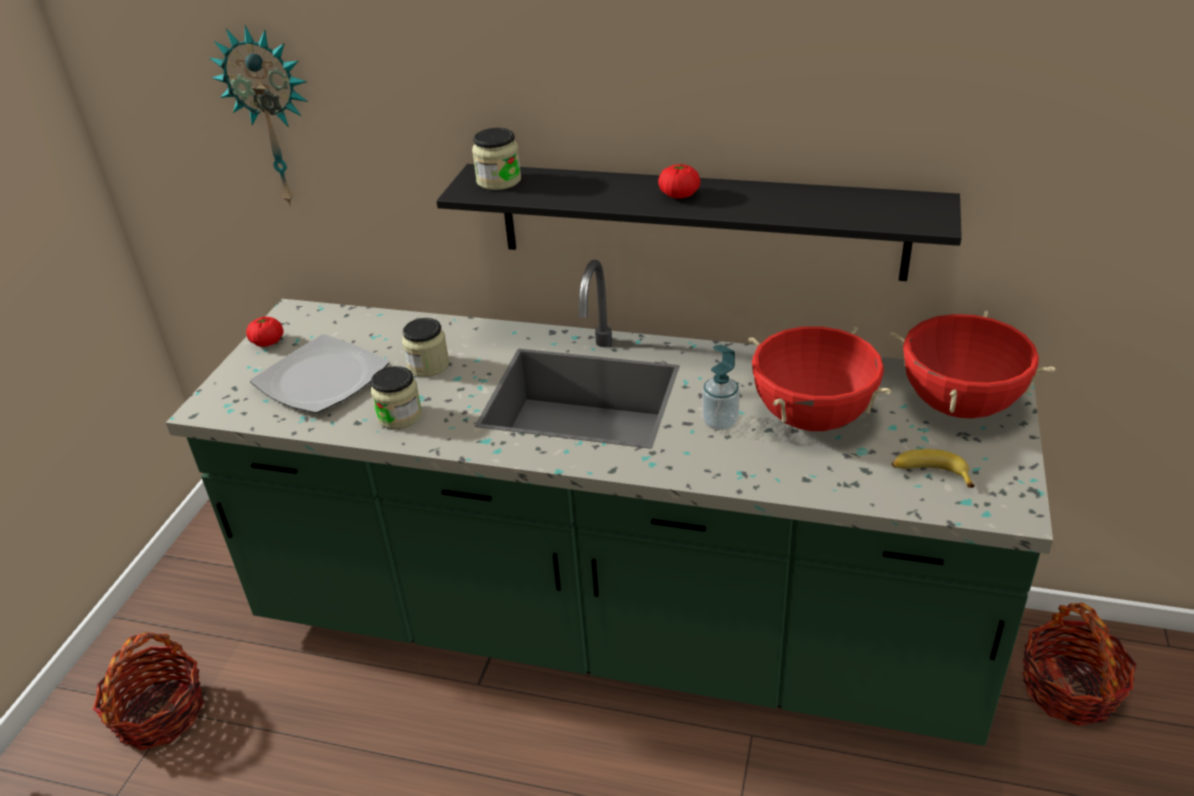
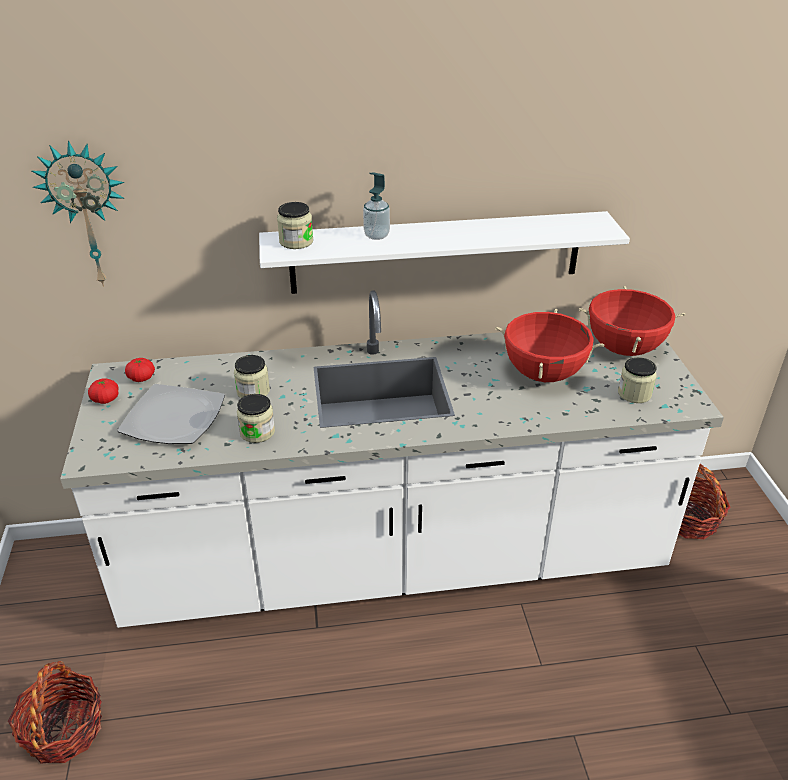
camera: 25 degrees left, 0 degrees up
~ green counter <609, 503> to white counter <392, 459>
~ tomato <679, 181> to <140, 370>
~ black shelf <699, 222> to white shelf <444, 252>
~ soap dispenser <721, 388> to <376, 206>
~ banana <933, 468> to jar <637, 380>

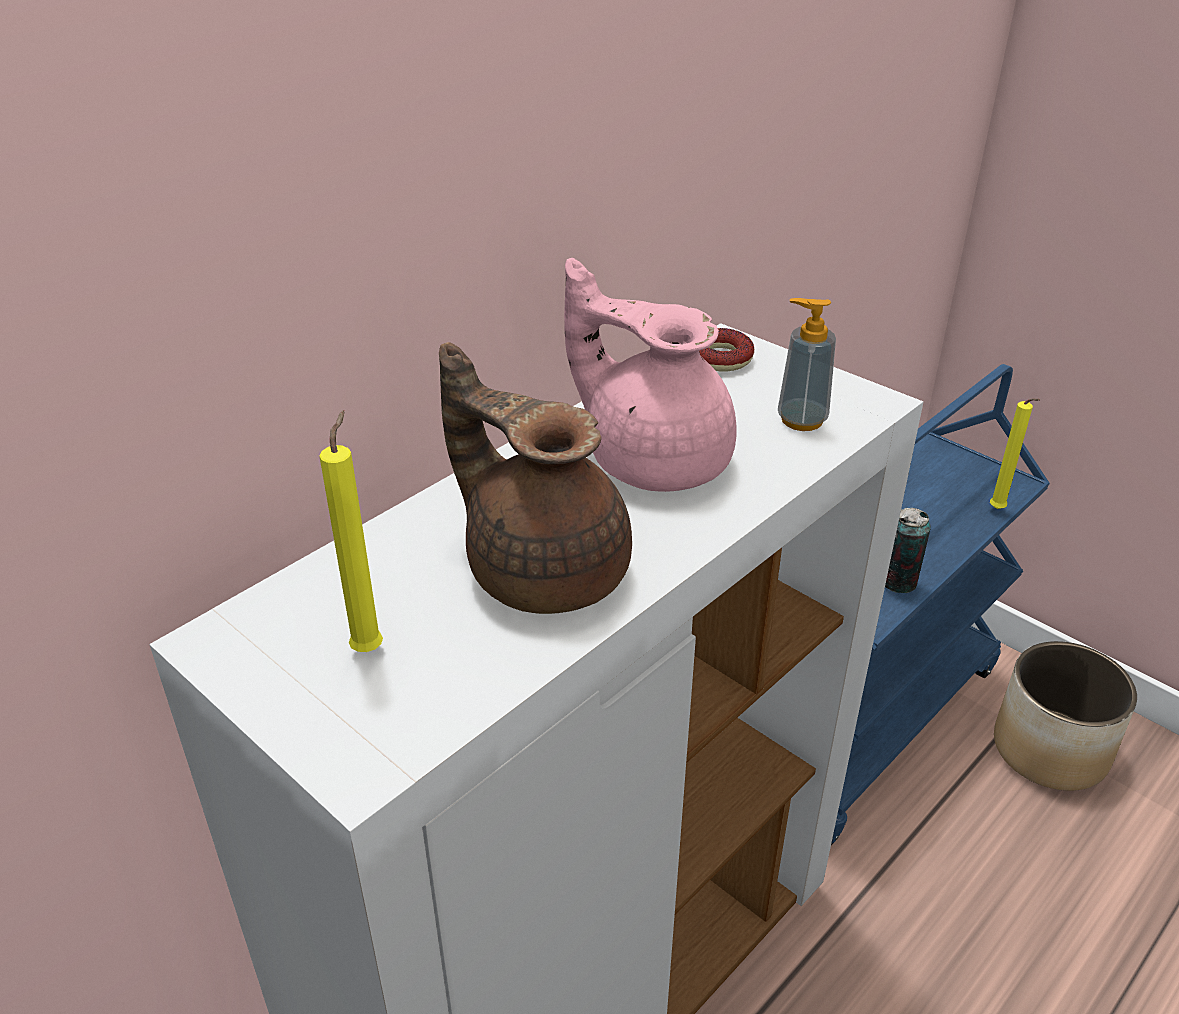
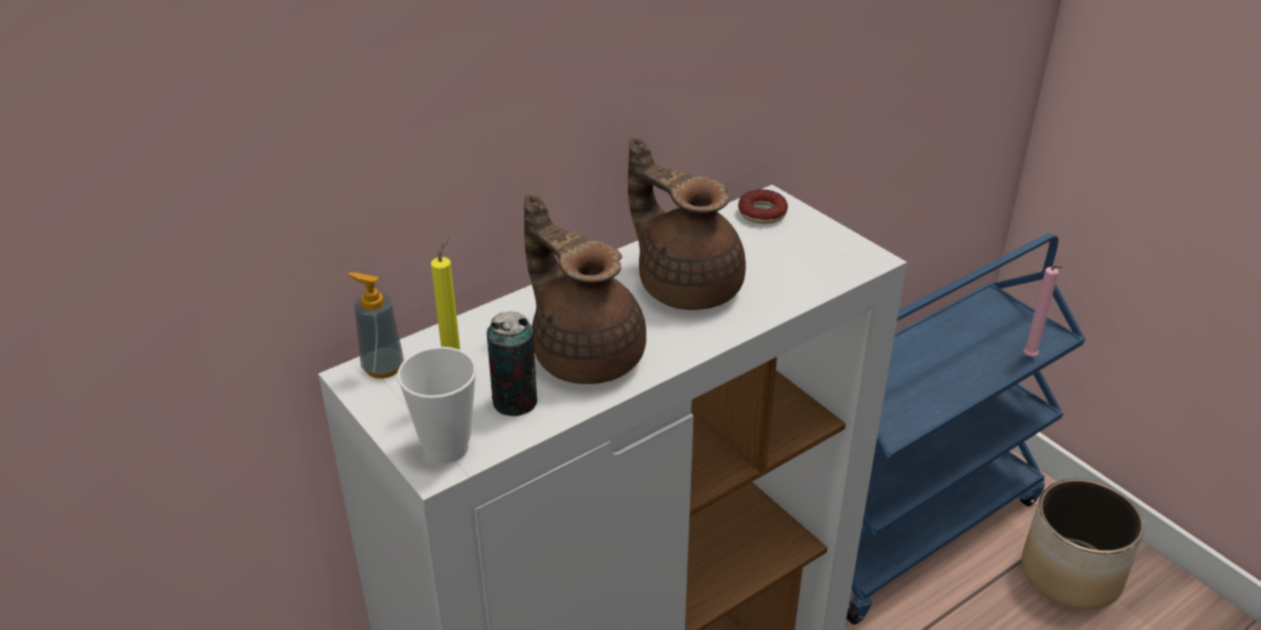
camera: 10 degrees right, 0 degrees up
~ soap dispenser <807, 364> to <375, 325>
+ cup <436, 405>
~ can <908, 550> to <512, 363>
~ pink teapot <650, 375> to brown teapot <687, 223>
~ yellow candle <1015, 453> to pink candle <1043, 311>

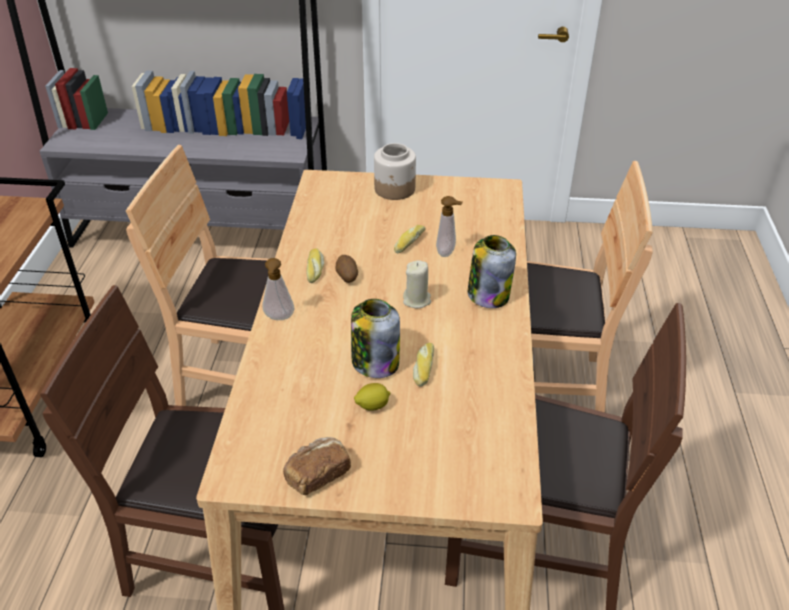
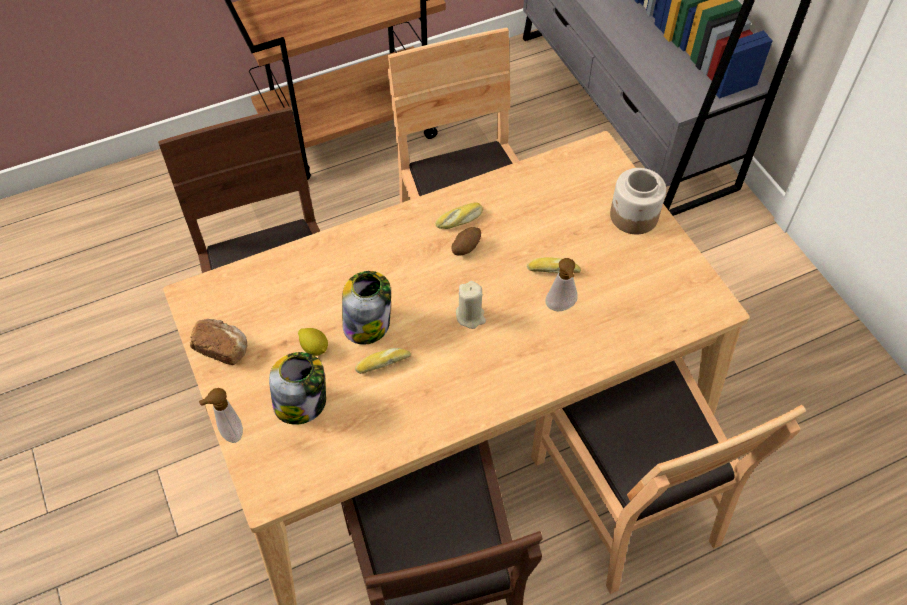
camera: 60 degrees right, 15 degrees up
~ soap dispenser <278, 289> to <221, 415>
~ jar <492, 271> to <297, 388>

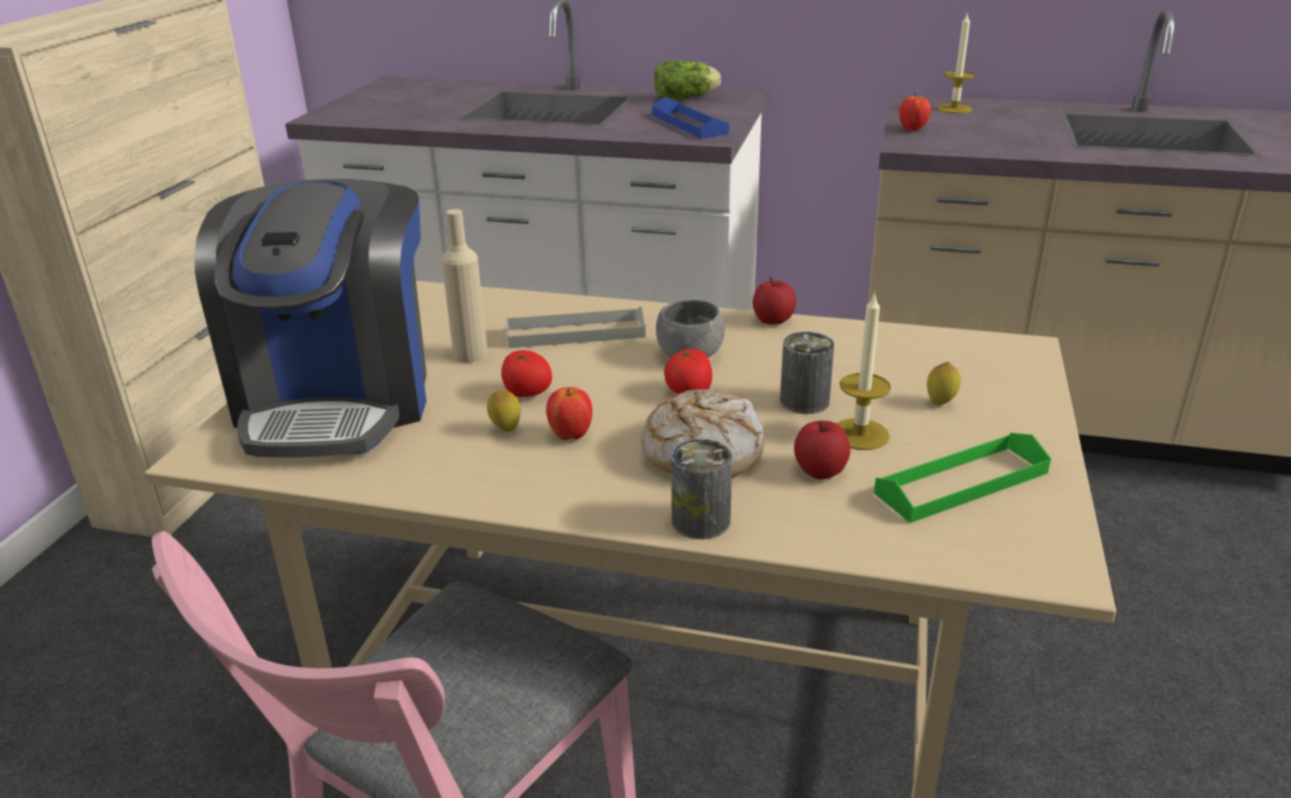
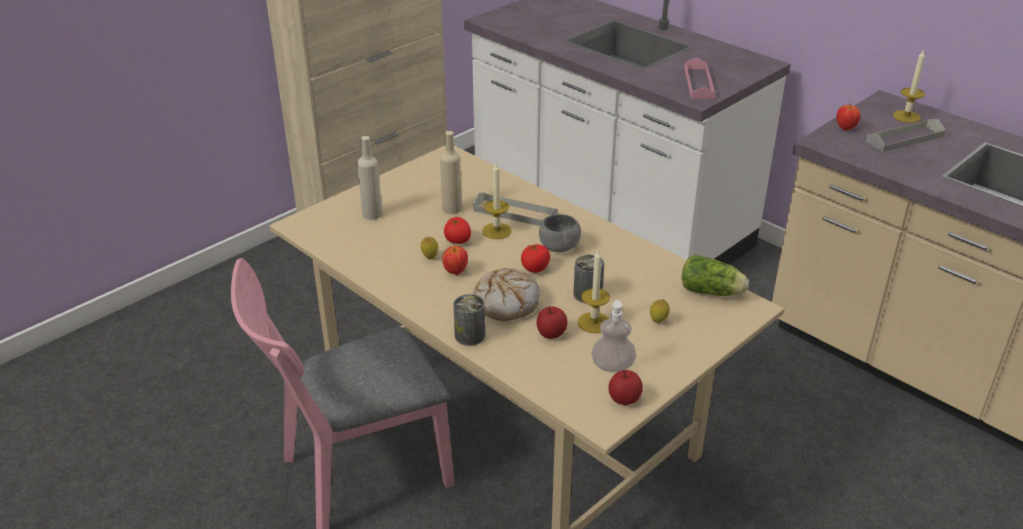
camera: 30 degrees right, 5 degrees up
~ coffee machine <310, 318> to beige bottle <369, 178>
+ candle <496, 201>
~ green tray <962, 478> to soap dispenser <613, 336>
~ apple <774, 300> to <625, 387>
~ lettuce <687, 80> to <715, 275>
~ blue tray <690, 118> to pink tray <700, 78>
+ grey tray <906, 135>

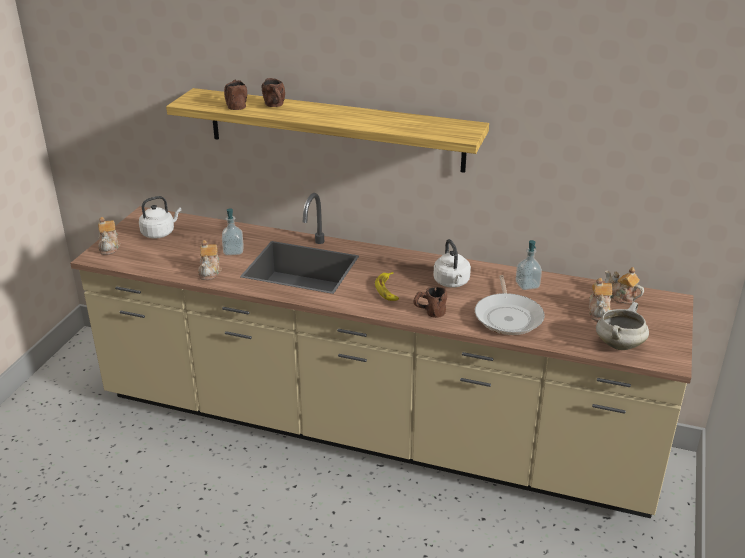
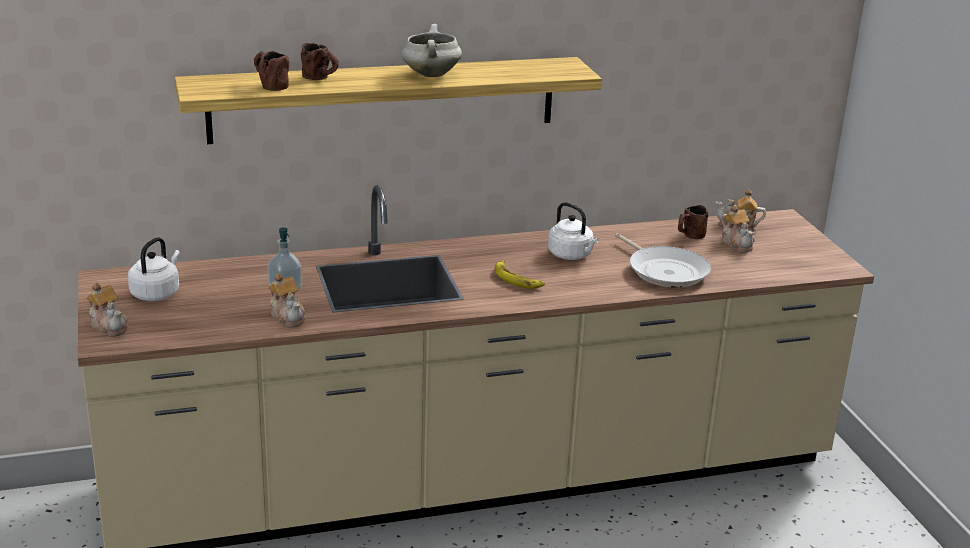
camera: 35 degrees left, 5 degrees down
~ white cooking pot <622, 326> to <431, 50>
~ brown mug <430, 302> to <693, 222>
- soap dispenser <528, 265>

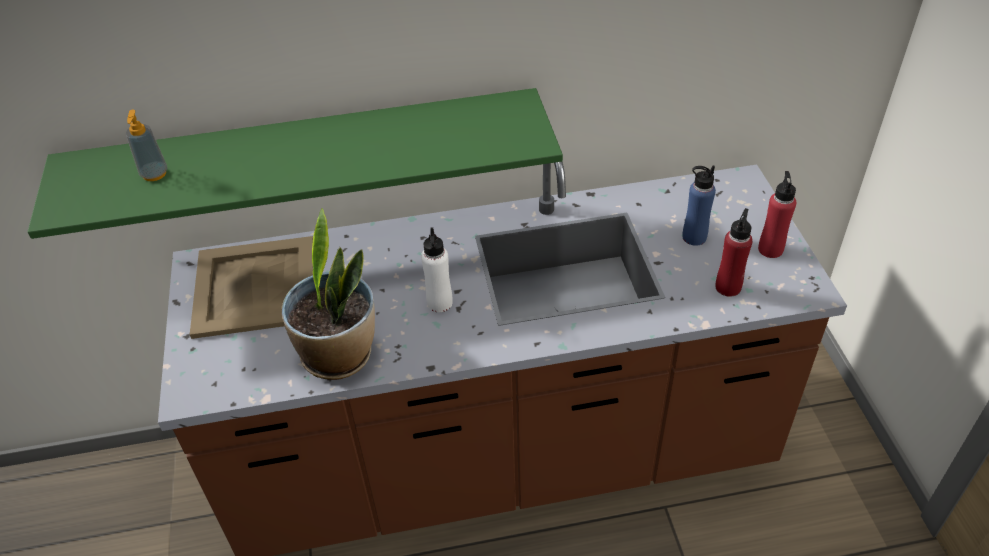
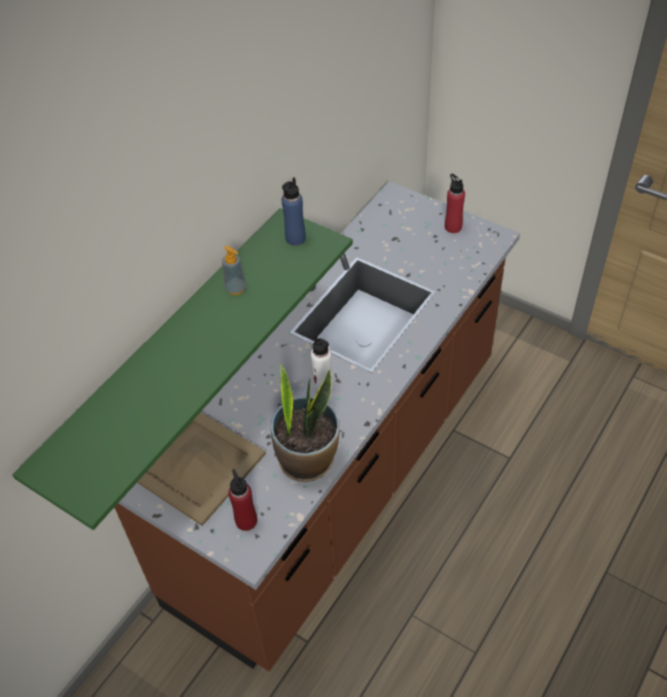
camera: 45 degrees left, 5 degrees up
~ soap dispenser <146, 145> to <234, 270>
~ red bottle <734, 252> to <242, 500>
~ blue bottle <699, 205> to <293, 211>

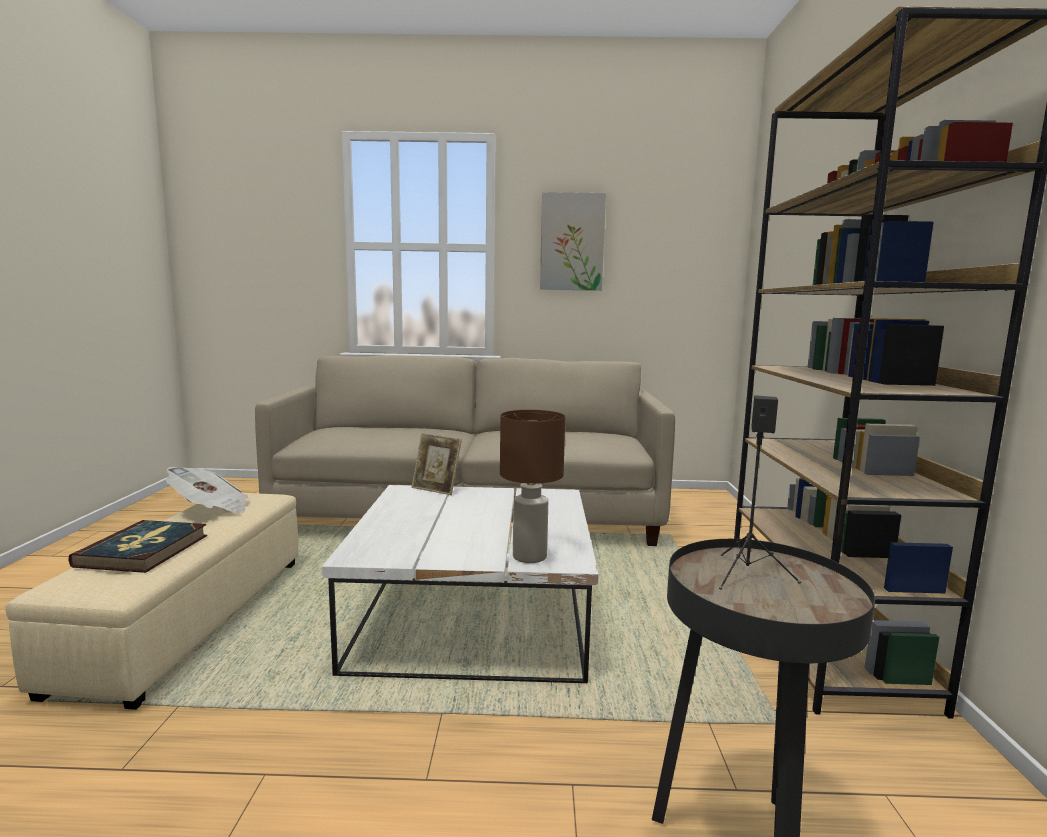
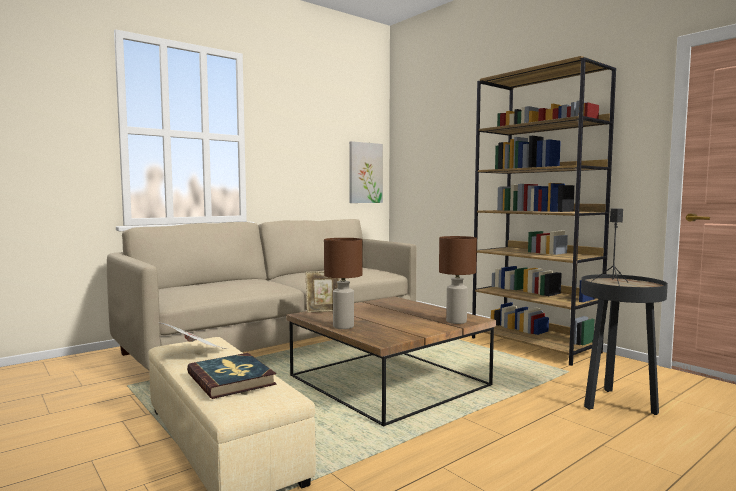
camera: 40 degrees left, 5 degrees down
~ white coffee table <460, 584> to brown coffee table <391, 361>
+ brown table lamp <343, 283>
~ picture <573, 241> to <366, 172>

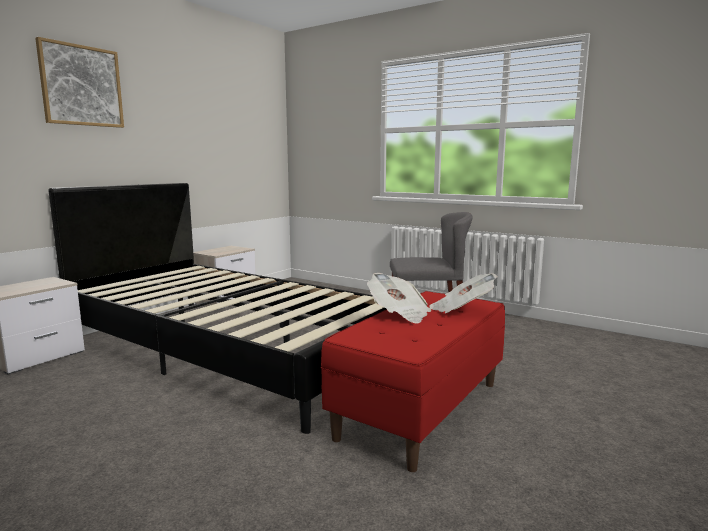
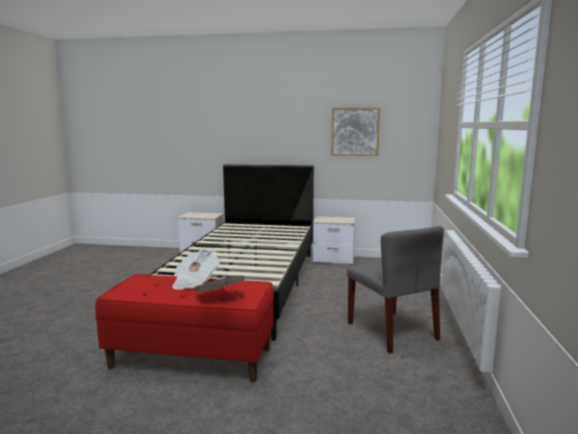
camera: 65 degrees right, 0 degrees up
~ picture <79, 82> to <355, 132>

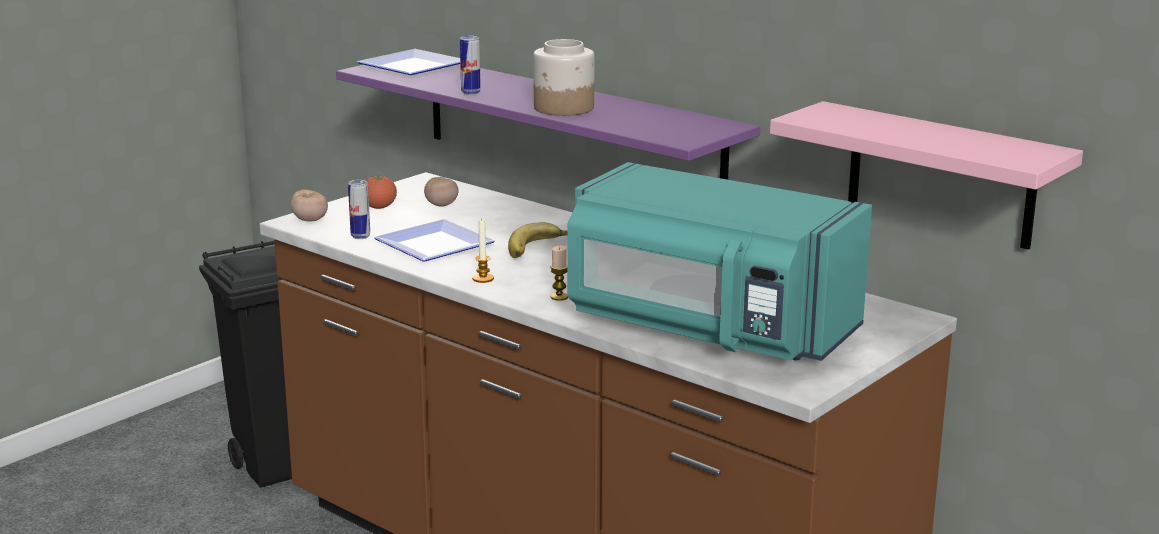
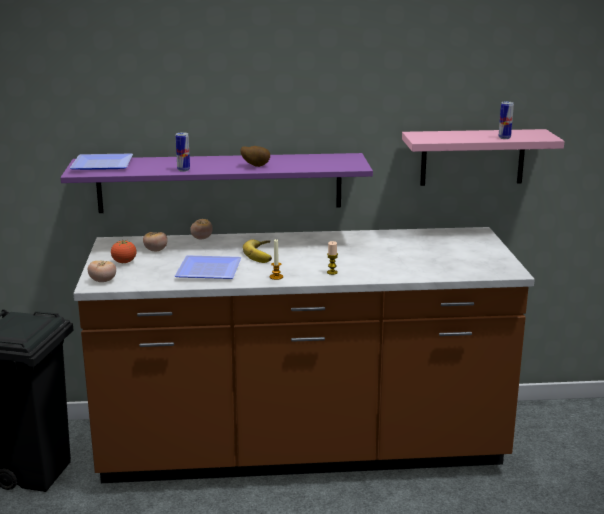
camera: 45 degrees left, 0 degrees up
+ tomato <201, 229>
~ jar <564, 77> to potato <255, 156>
~ can <359, 209> to <506, 120>
- turquoise microwave <719, 261>

